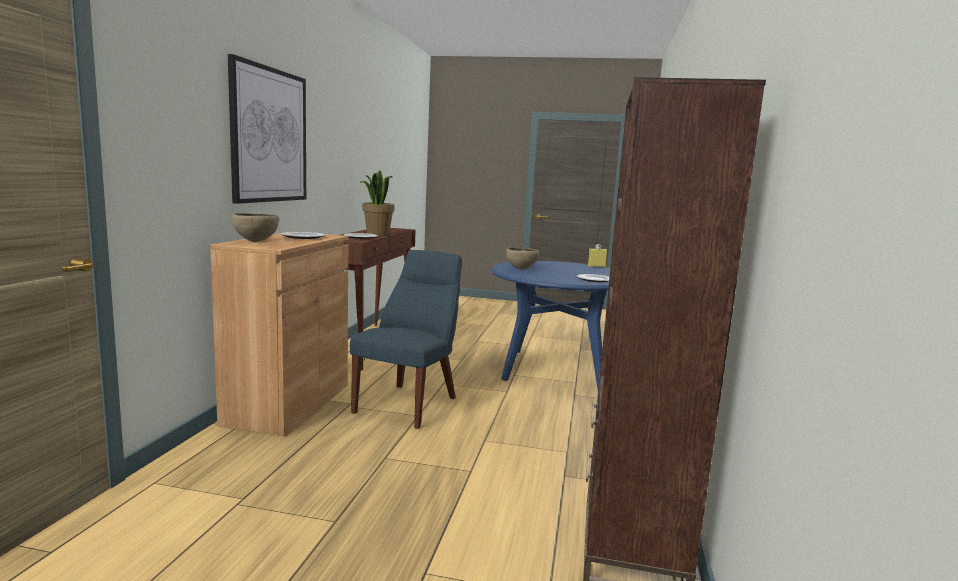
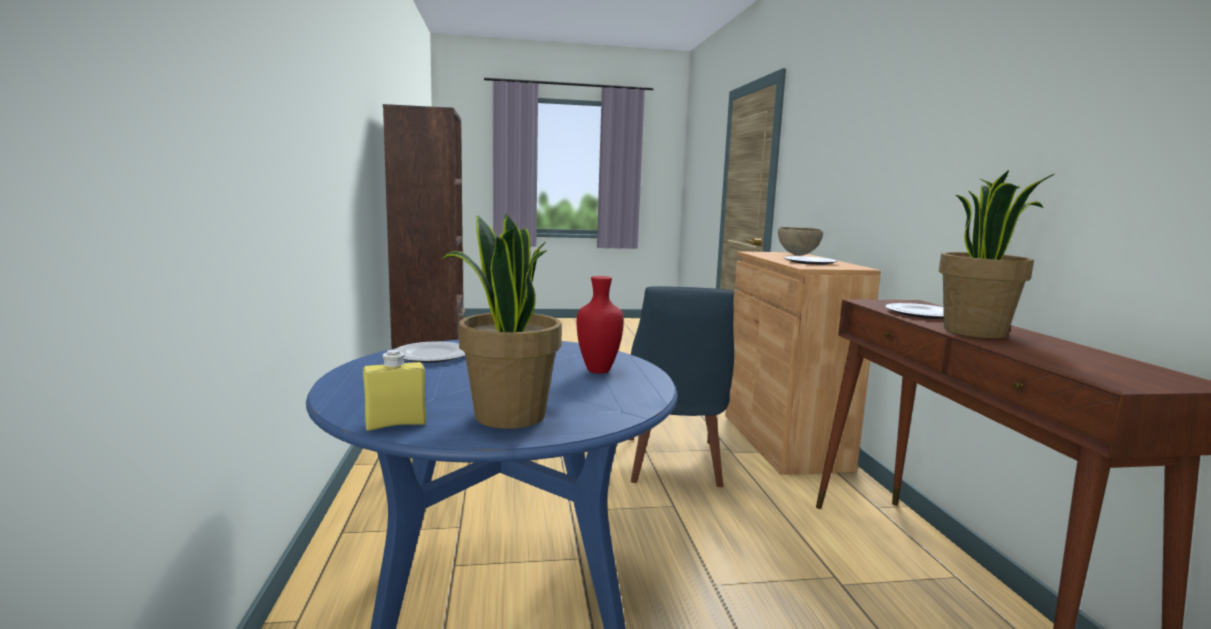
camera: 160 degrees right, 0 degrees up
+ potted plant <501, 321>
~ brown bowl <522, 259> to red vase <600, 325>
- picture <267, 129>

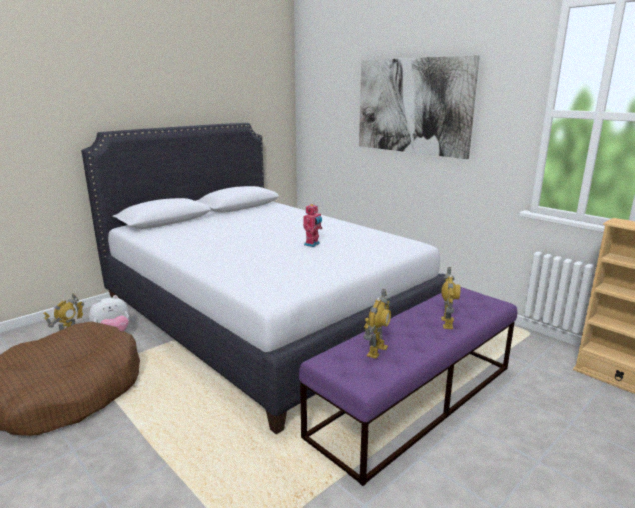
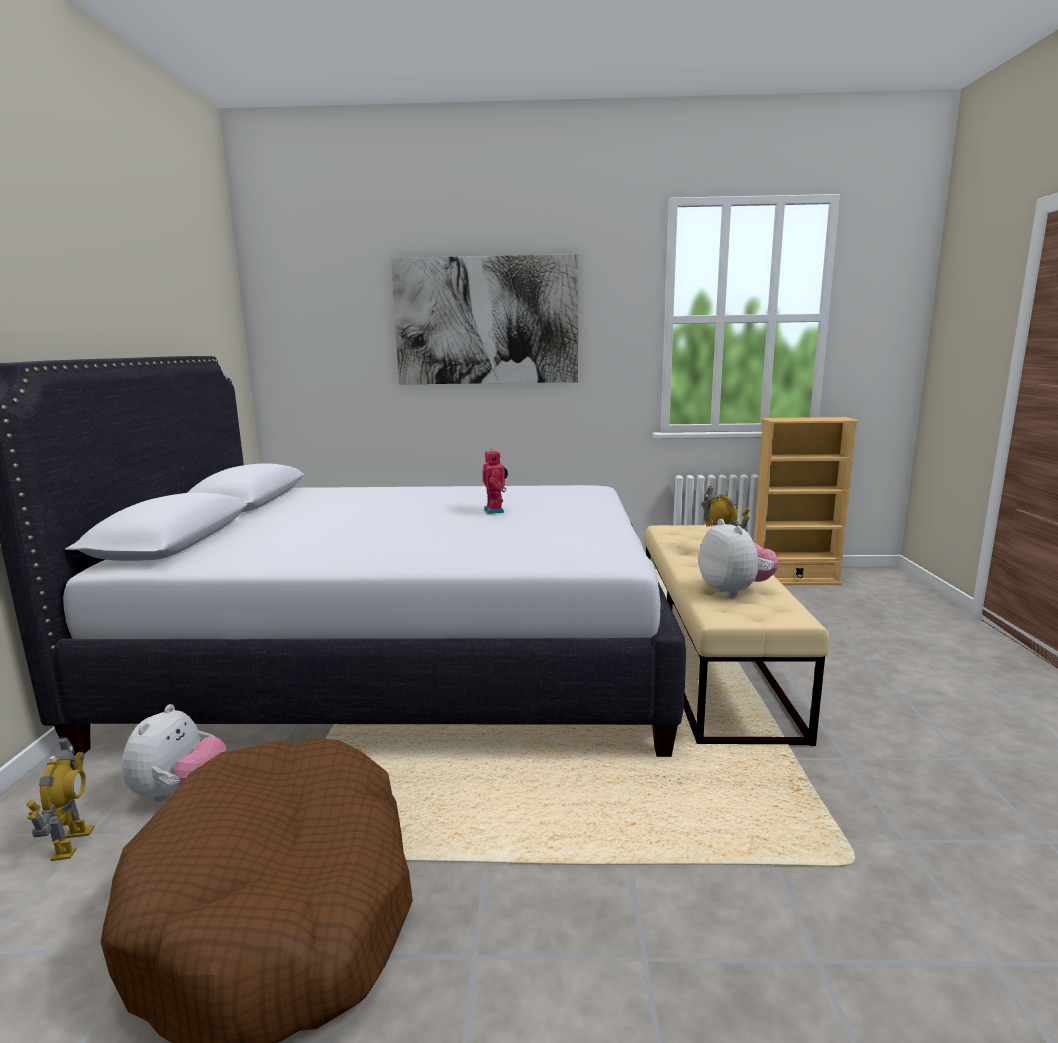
camera: 45 degrees left, 5 degrees down
~ purple bench <408, 386> to beige bench <737, 635>
~ toy robot <377, 324> to plush toy <739, 558>

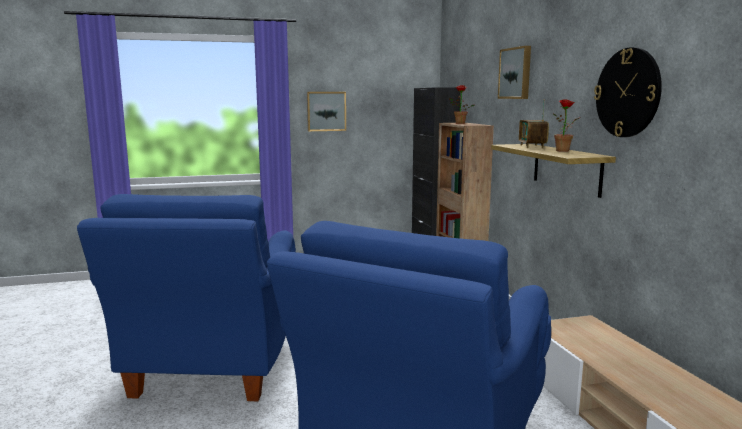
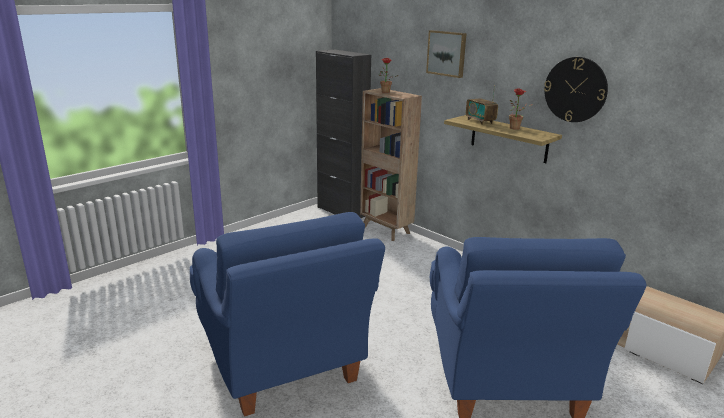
camera: 30 degrees left, 10 degrees up
- picture <326, 111>

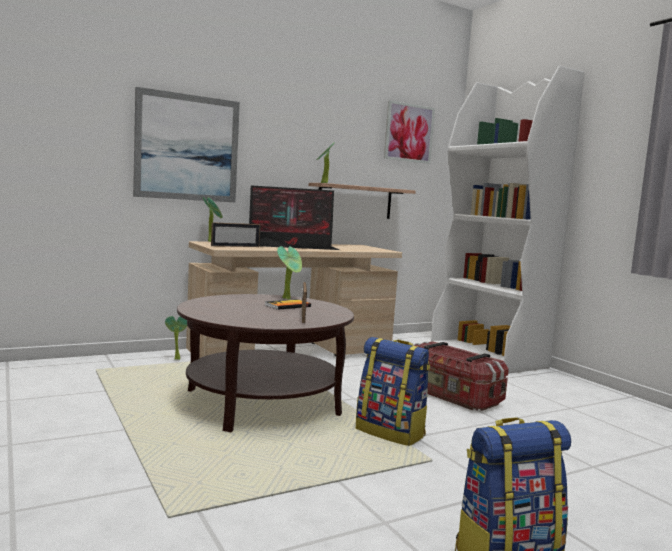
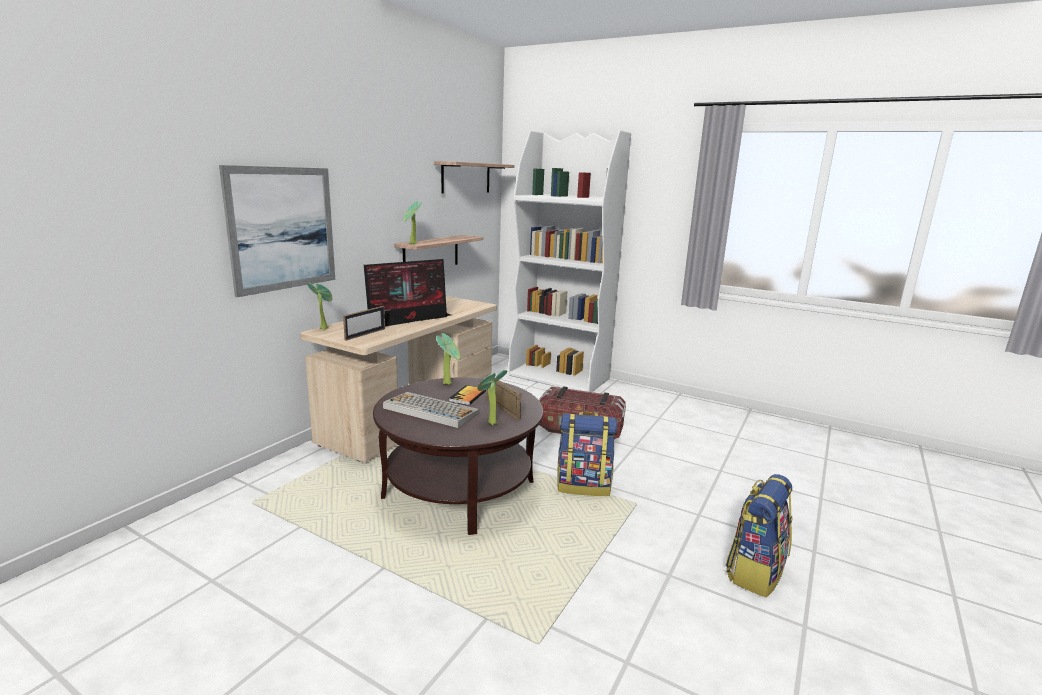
camera: 30 degrees left, 10 degrees up
+ keyboard <431, 410>
~ picture <409, 132> to shelf <474, 177>
~ potted plant <176, 338> to <492, 397>

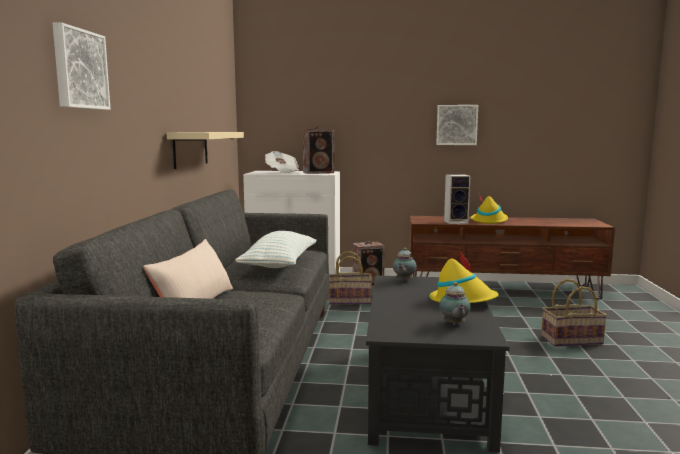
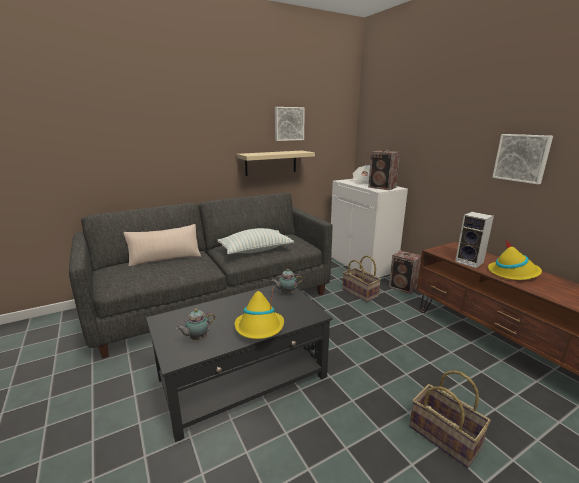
camera: 55 degrees right, 10 degrees up
~ picture <82, 66> to <290, 124>

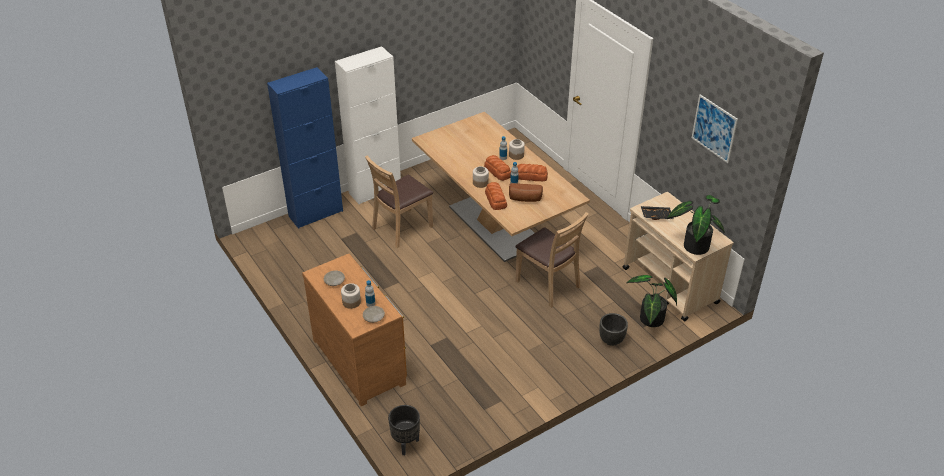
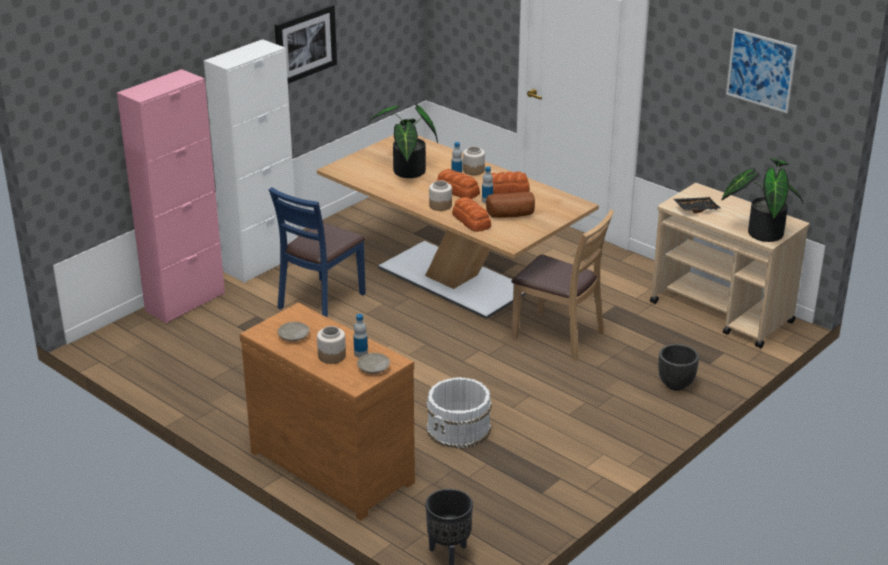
camera: 15 degrees left, 10 degrees down
~ blue cabinet <305, 148> to pink cabinet <171, 196>
~ brown chair <399, 201> to blue chair <317, 252>
+ picture <306, 44>
~ potted plant <651, 301> to <403, 141>
+ white bucket <459, 413>

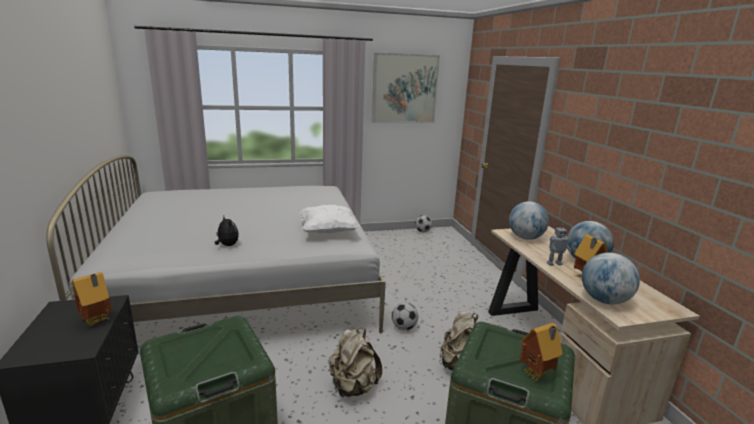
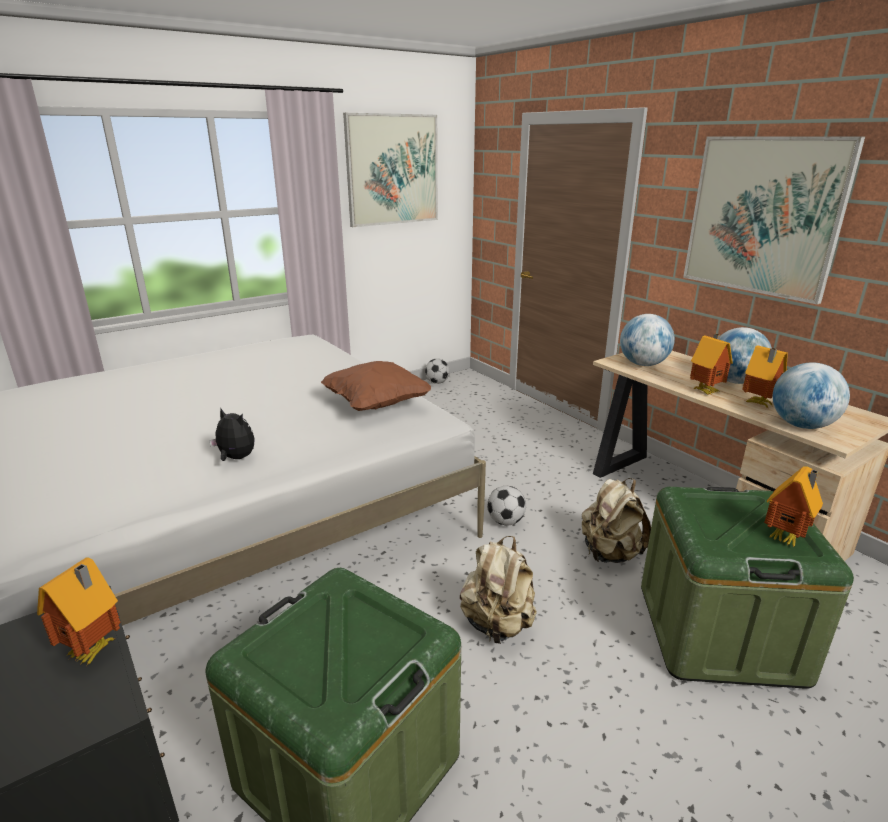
camera: 20 degrees left, 5 degrees up
~ white pillow <329, 219> to brown pillow <376, 386>
+ picture <774, 220>
~ toy robot <559, 245> to toy house <711, 364>

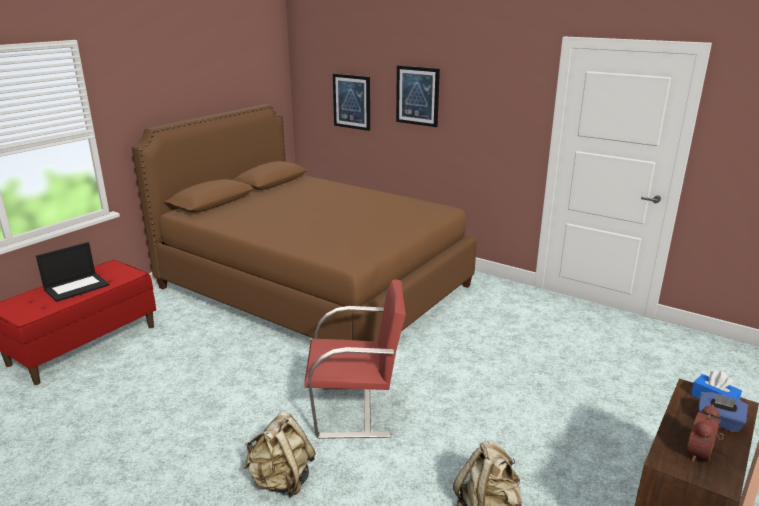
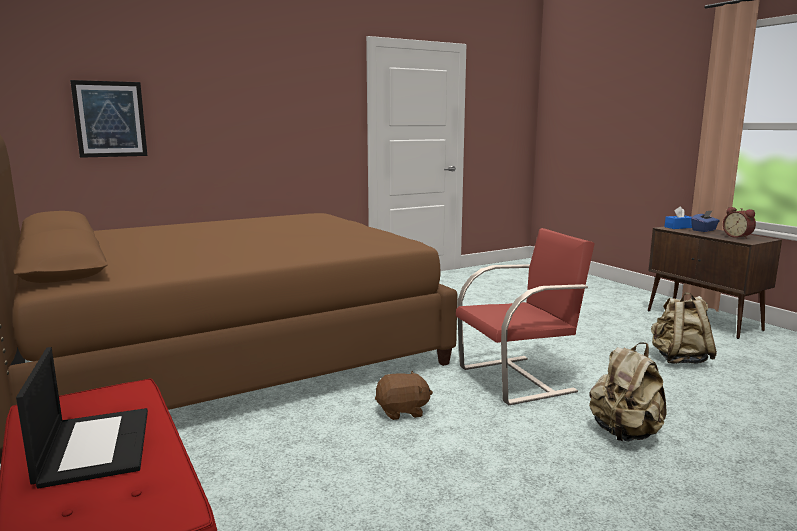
camera: 65 degrees left, 10 degrees down
+ brown plush toy <404, 395>
~ red chair <355, 359> = <525, 316> 45 degrees clockwise
- picture <418, 96>

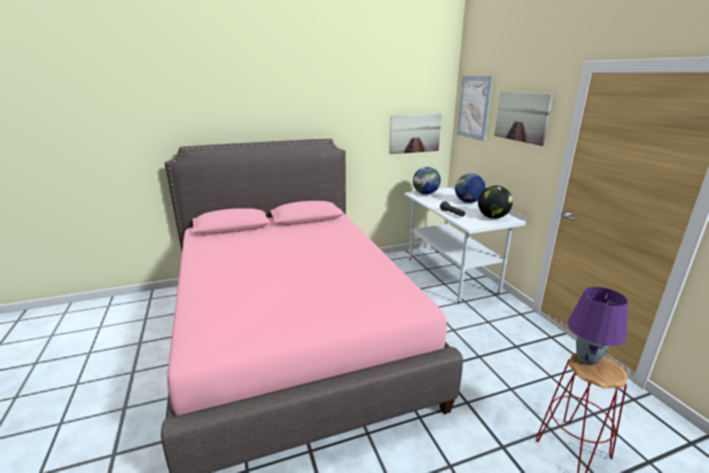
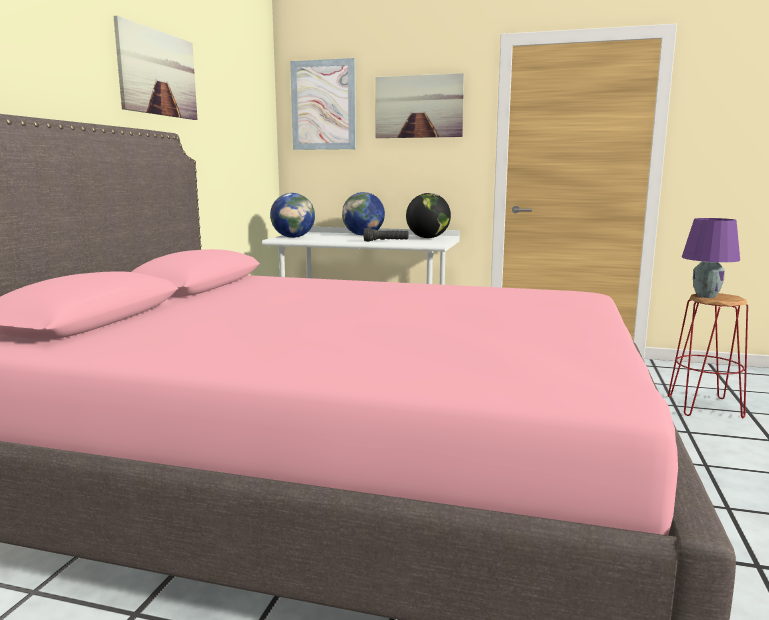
camera: 55 degrees left, 10 degrees down
~ picture <415, 134> to <155, 68>

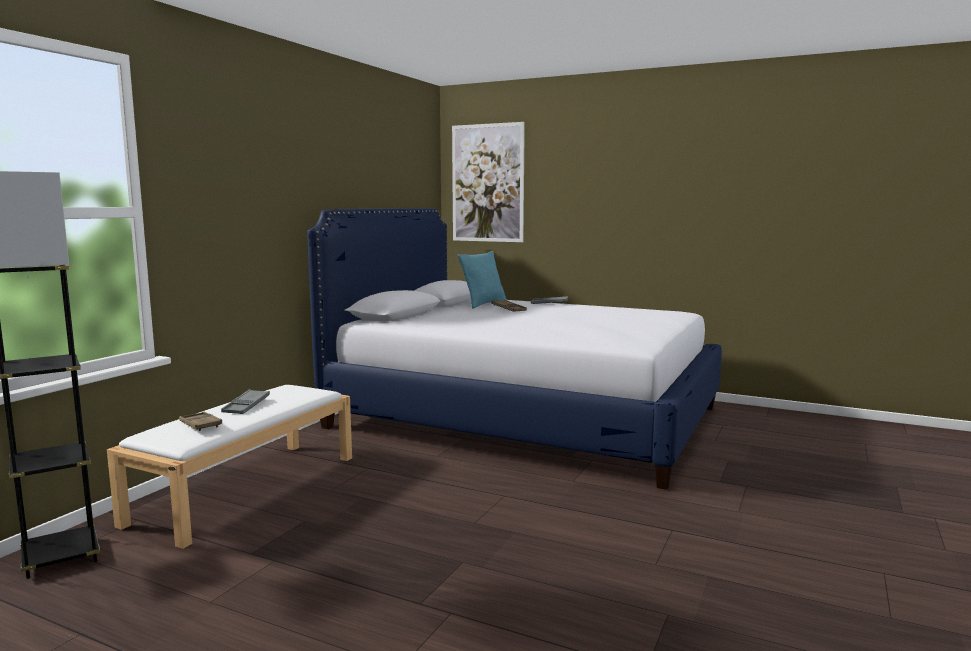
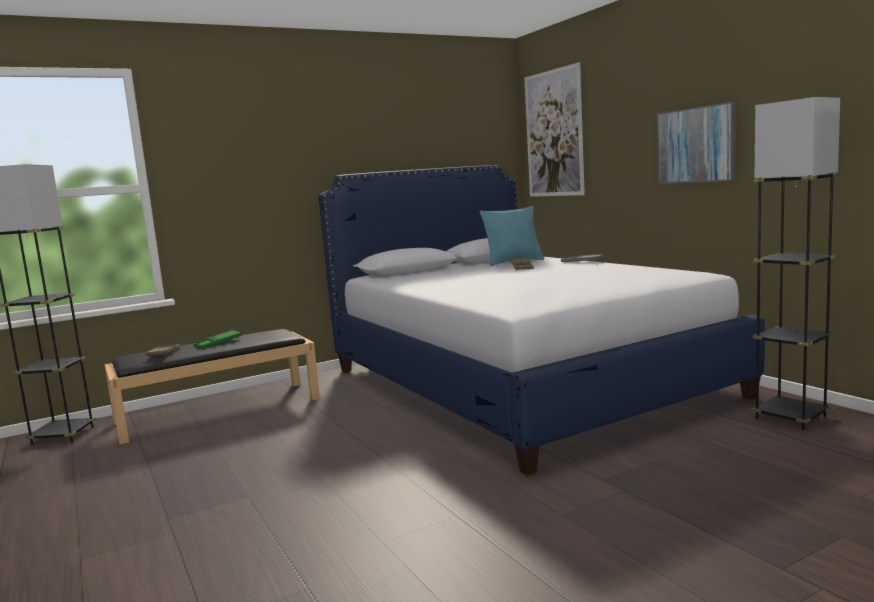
camera: 35 degrees right, 0 degrees up
~ white bench <229, 467> to black bench <212, 386>
~ grey tray <245, 401> to green tray <217, 339>
+ picture <696, 142>
+ grey floor lamp <796, 263>

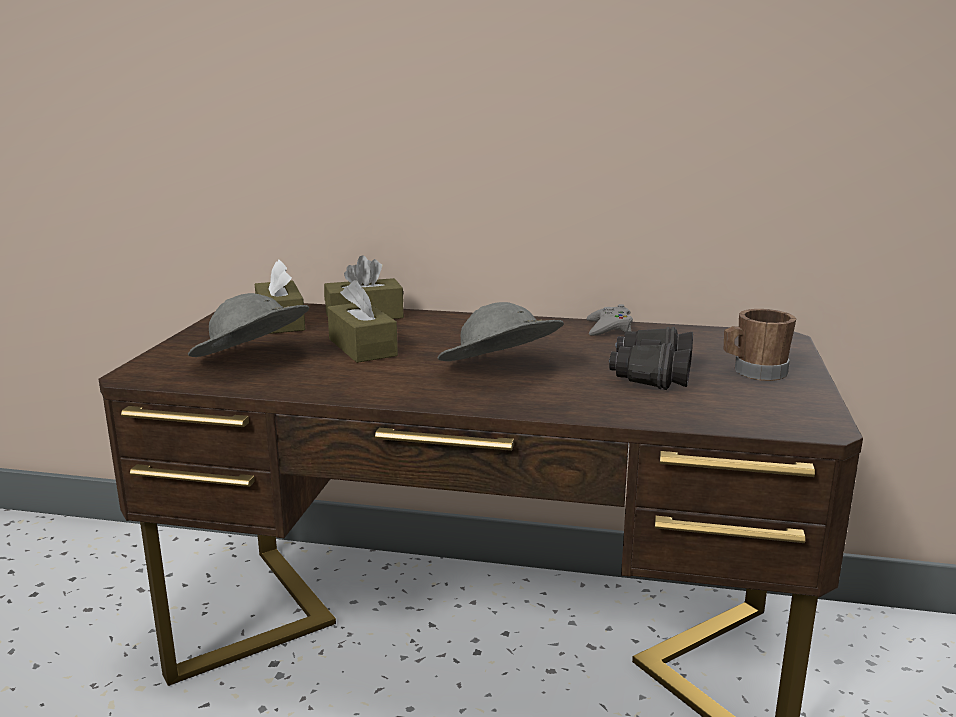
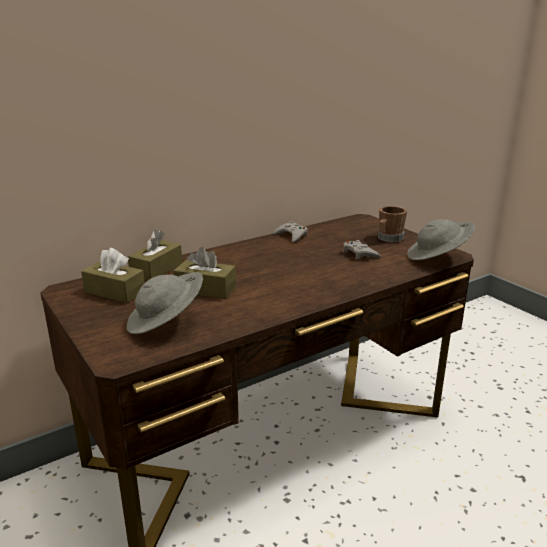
camera: 45 degrees left, 5 degrees up
~ black binoculars <651, 358> to grey game controller <362, 250>
~ grey hat <500, 331> to <441, 239>

